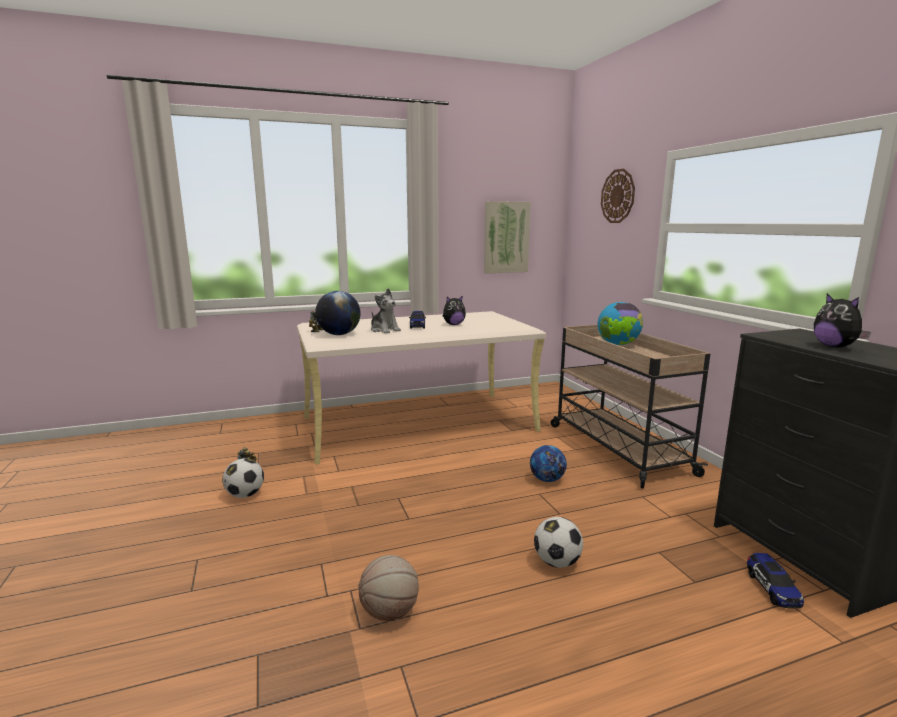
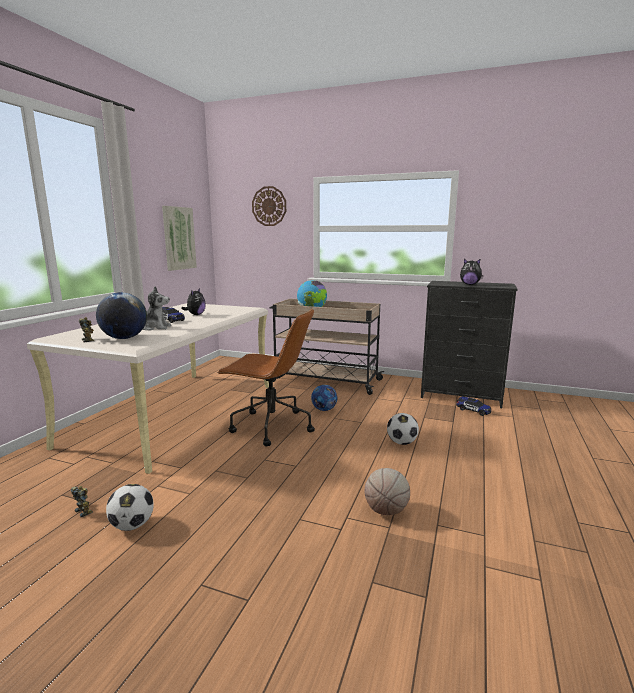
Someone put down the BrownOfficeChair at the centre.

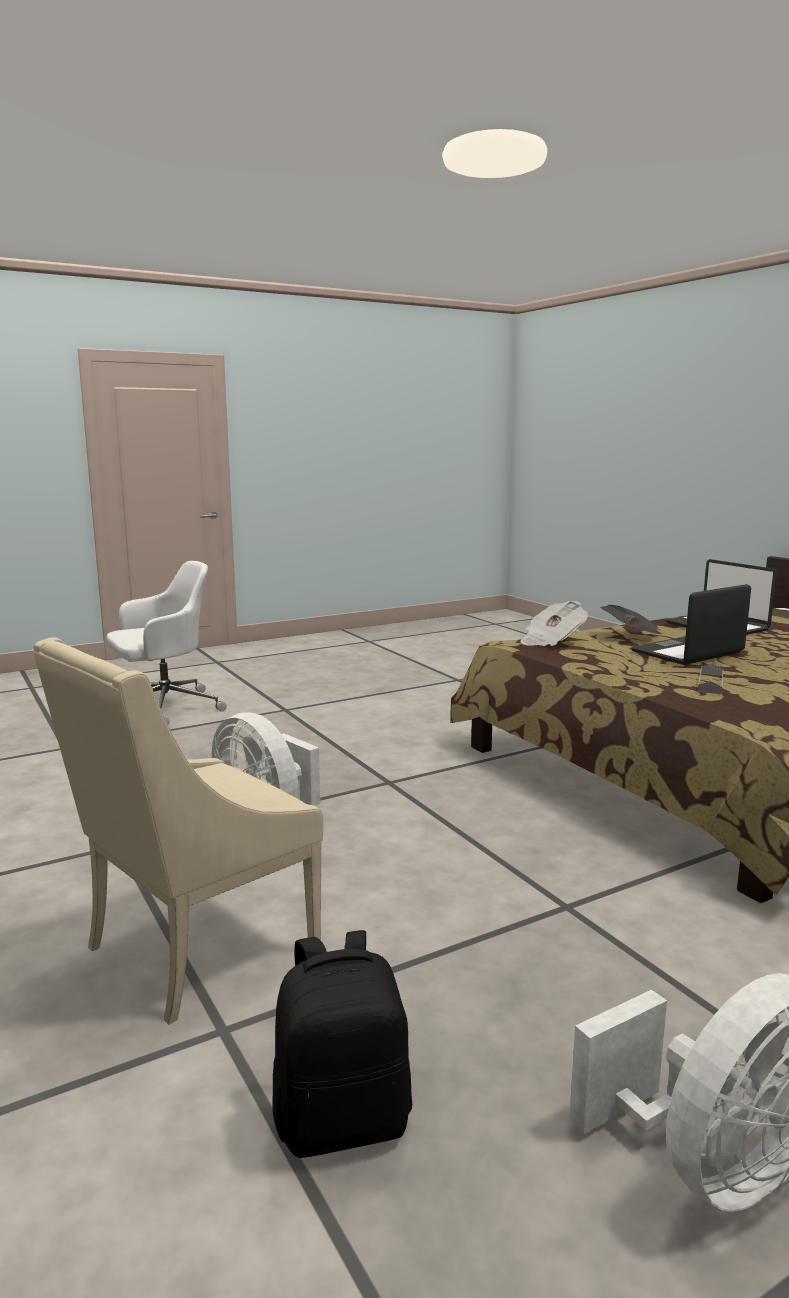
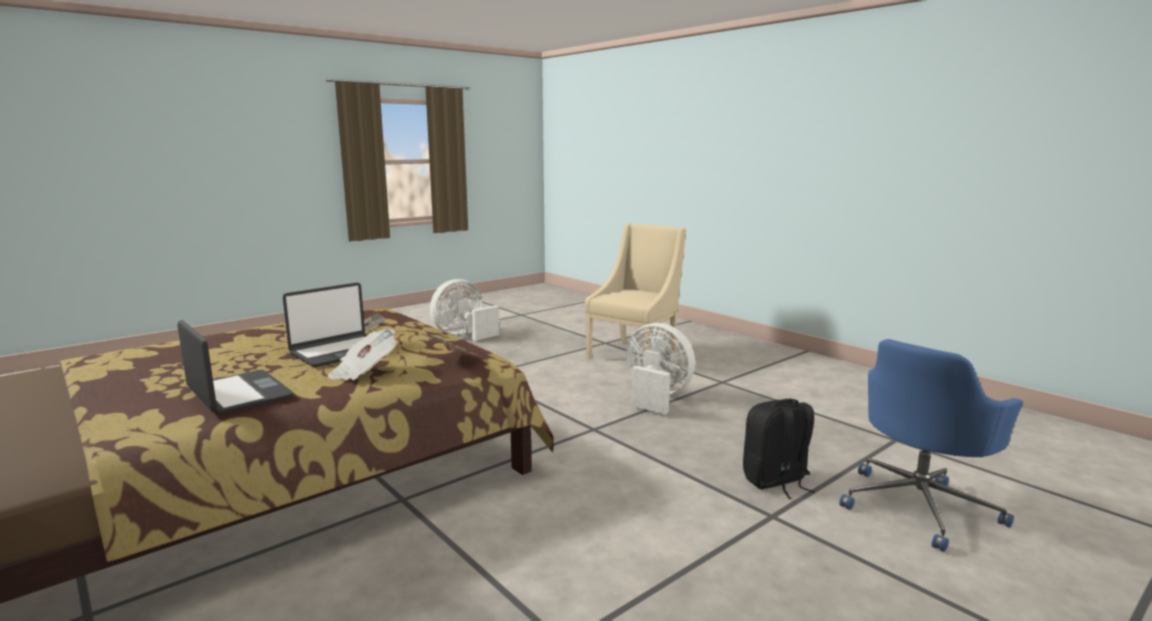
Someone carried the BlackBackpack from the bottom centre to the bottom right.
Someone repainted the WhiteOfficeChair at the middle left, which became the BlueOfficeChair at the bottom right.

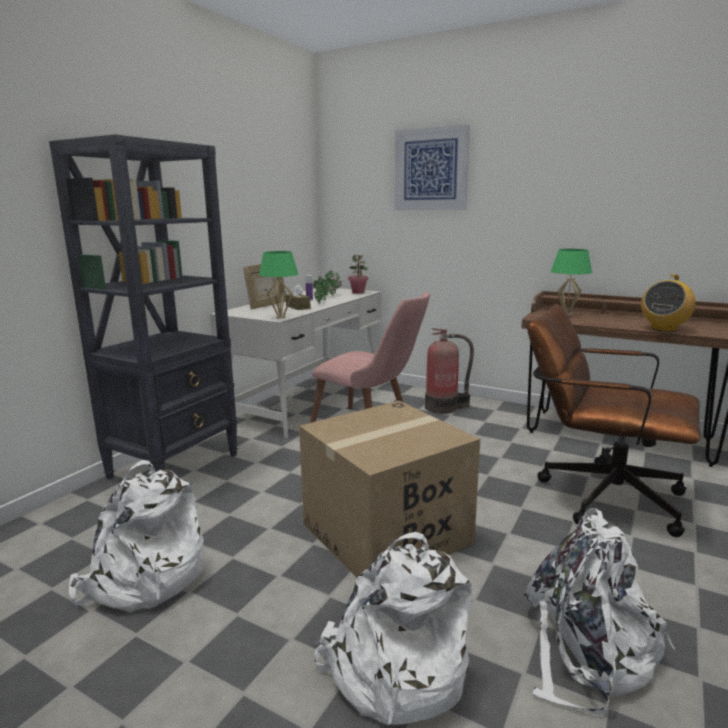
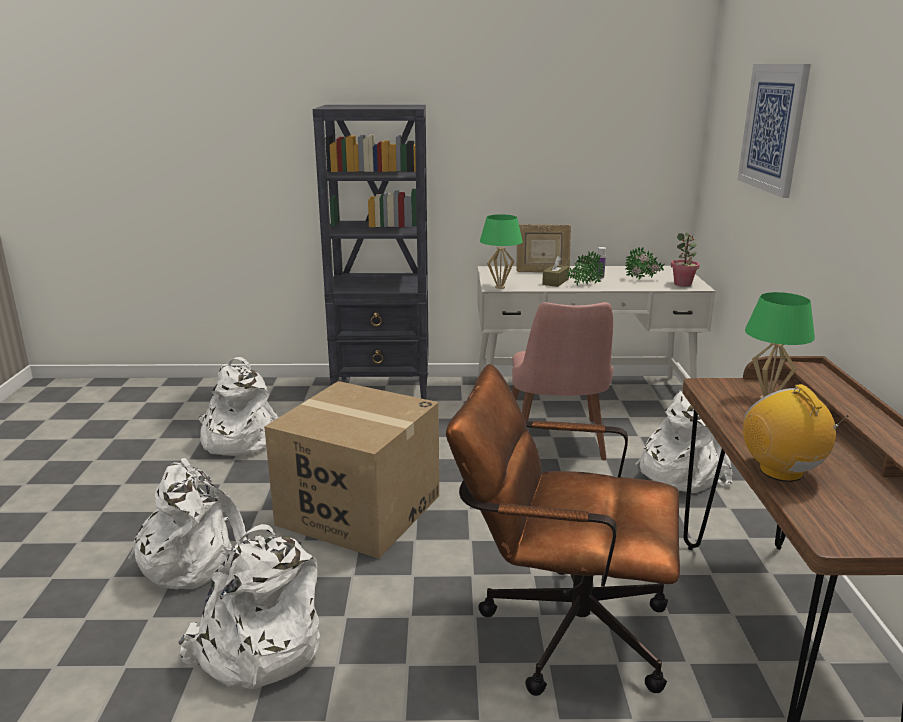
Someone swapped the FireExtinguisher at the centre for the WhiteBackpack (4th from left) at the middle right.
Someone rotated the BrownOfficeChair at the middle right by 75 degrees counterclockwise.
Someone rotated the Radio at the middle right by 60 degrees clockwise.

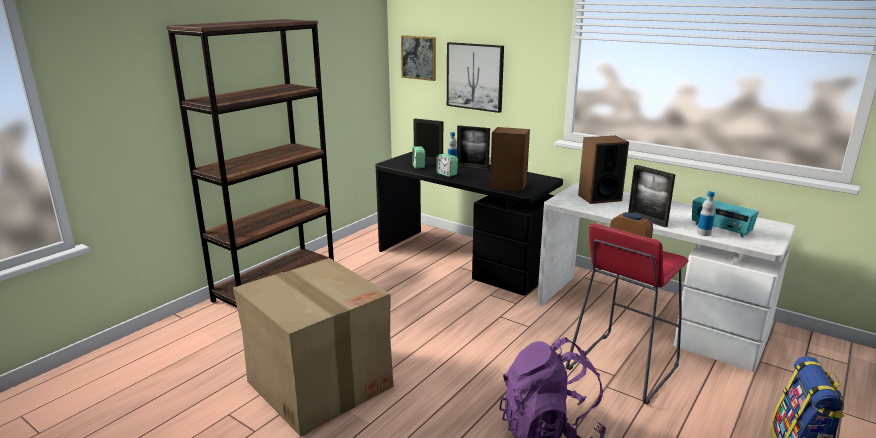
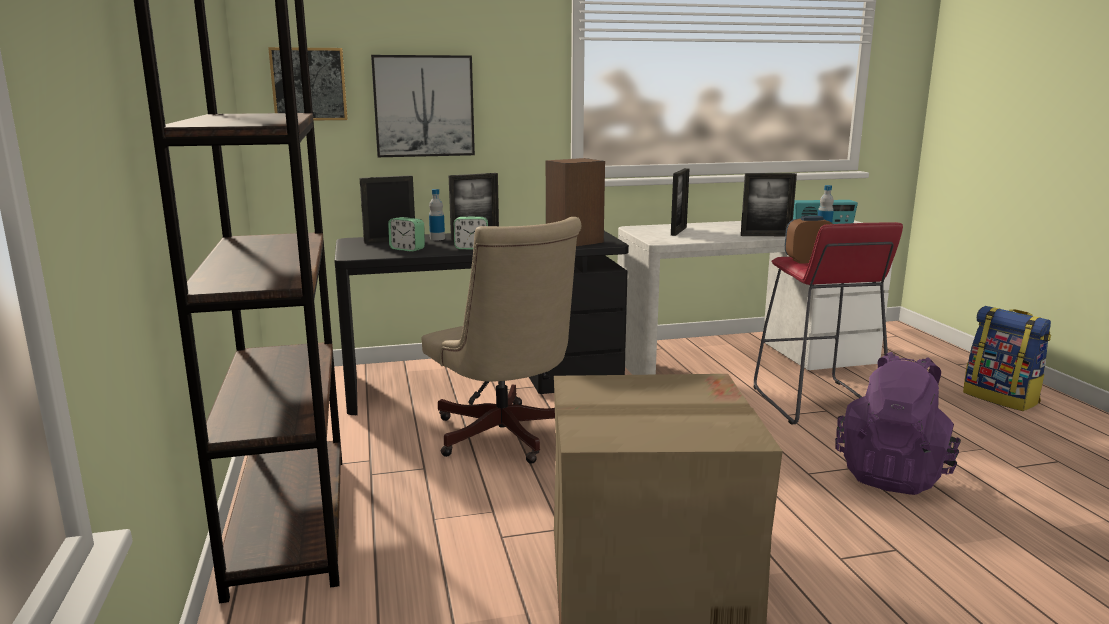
Someone put down the BeigeOfficeChair at the centre.
Someone swapped the Speaker (2nd from left) at the middle right for the PictureFrame (3rd from left) at the top centre.

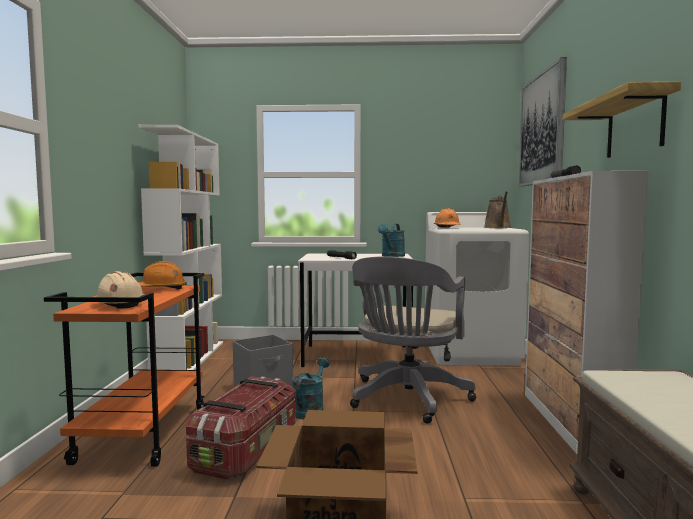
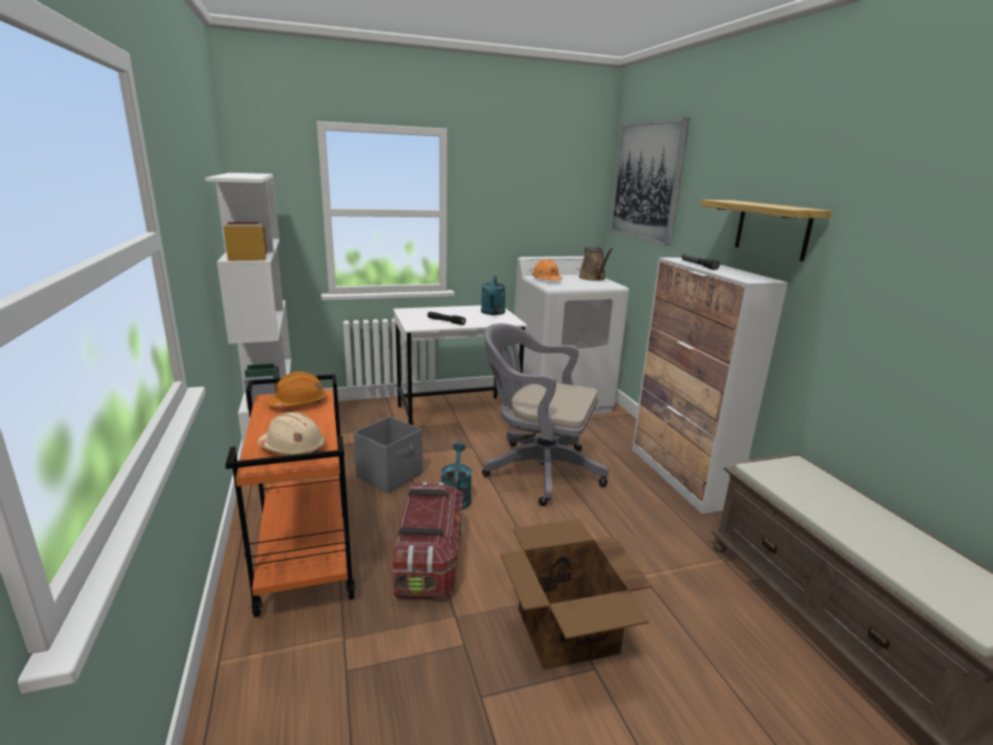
Someone rotated the GreyOfficeChair at the centre by 105 degrees clockwise.

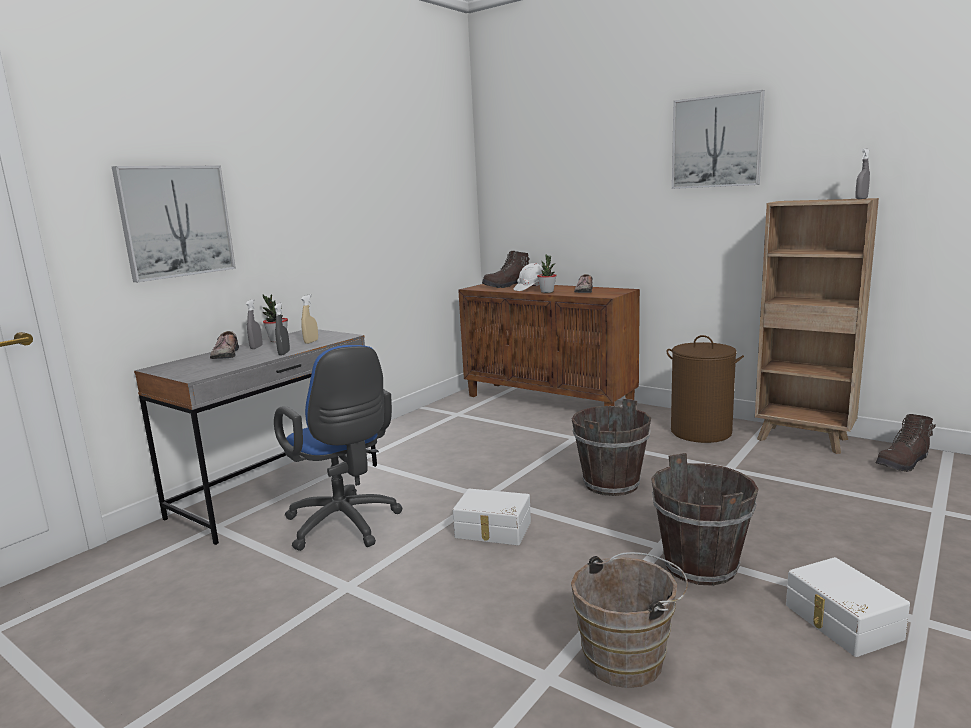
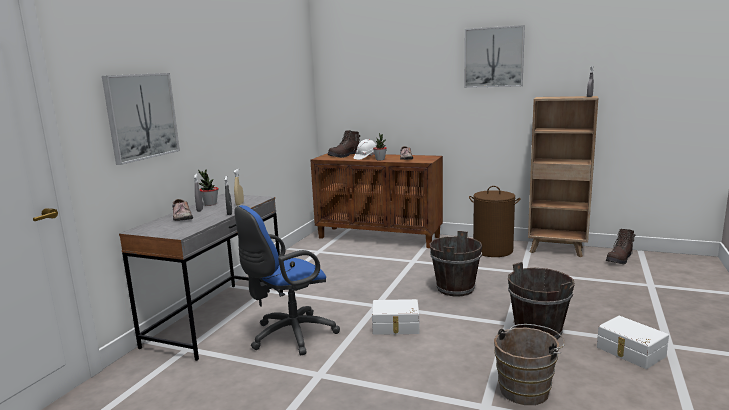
Someone rotated the BlueOfficeChair at the centre by 105 degrees clockwise.

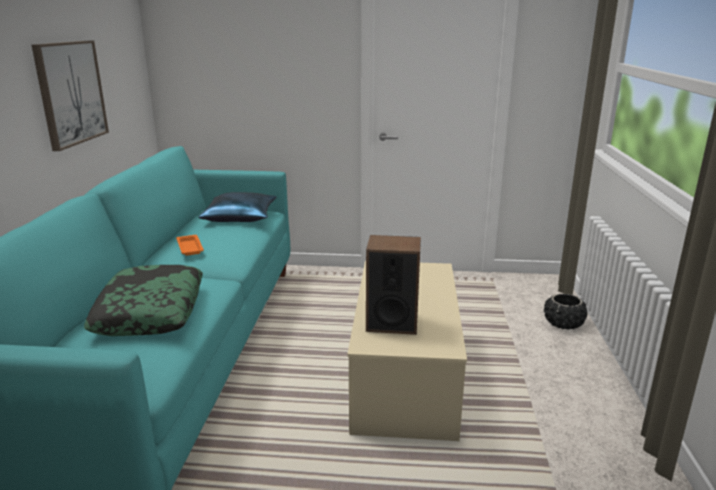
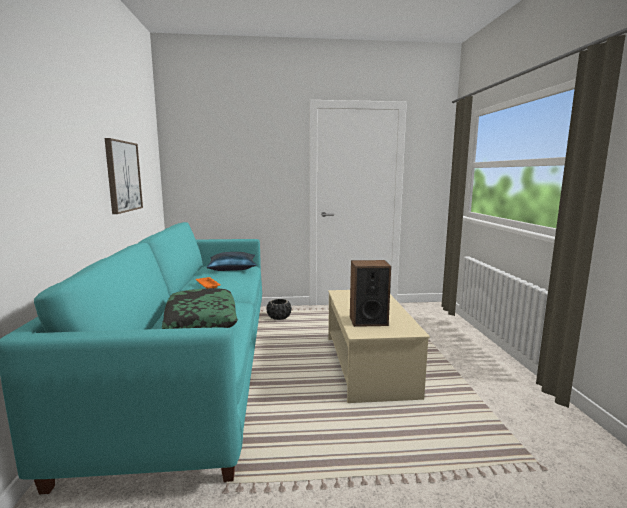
Someone carried the BlackPlanter from the middle right to the centre.

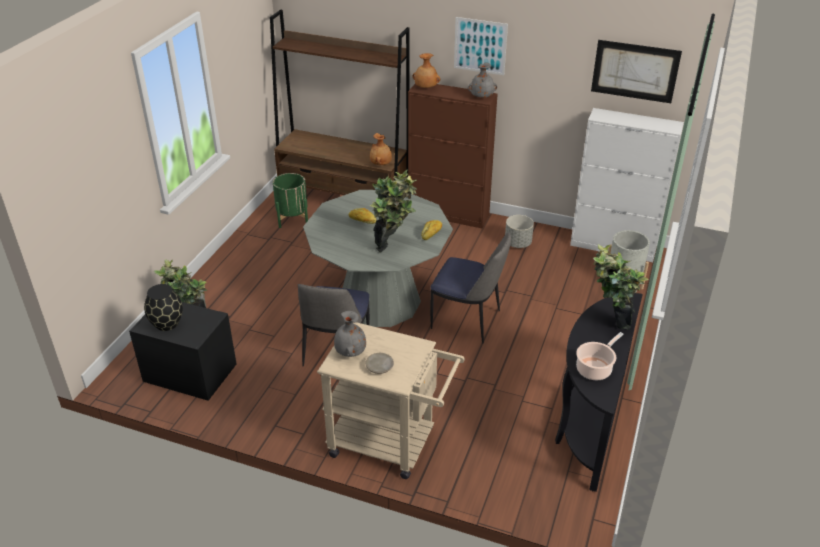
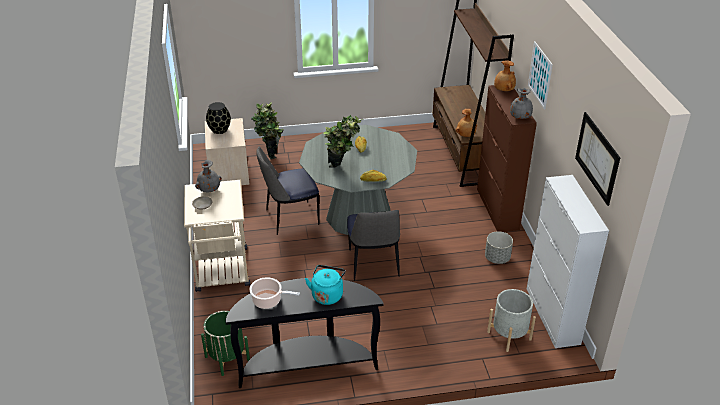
Someone carried the GreenPlanter from the centre to the bottom left.
Someone swapped the PottedPlant (3rd from left) at the middle right for the TurquoiseKettle at the bottom centre.
Someone repainted the BlackNightstand at the middle left, which became the BeigeNightstand at the middle left.

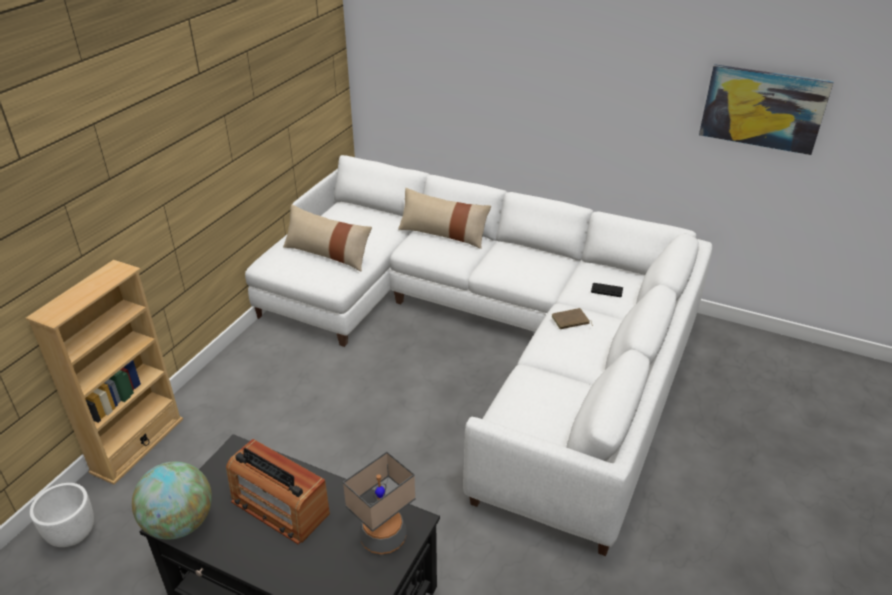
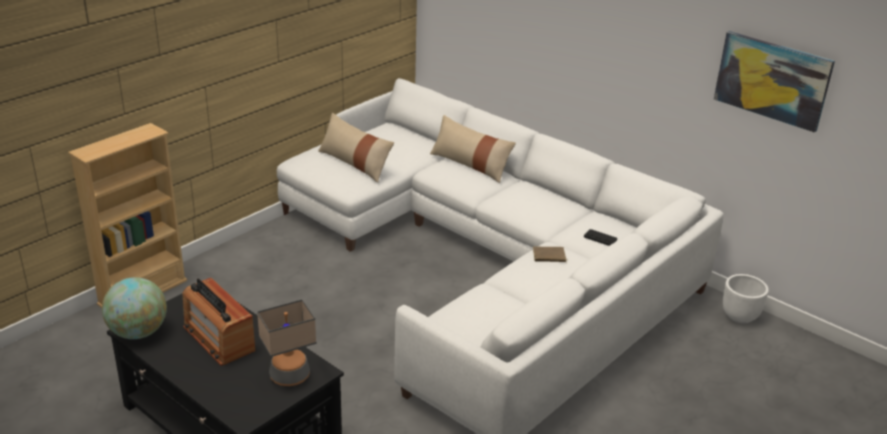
Someone carried the WhitePlanter from the bottom left to the bottom right.

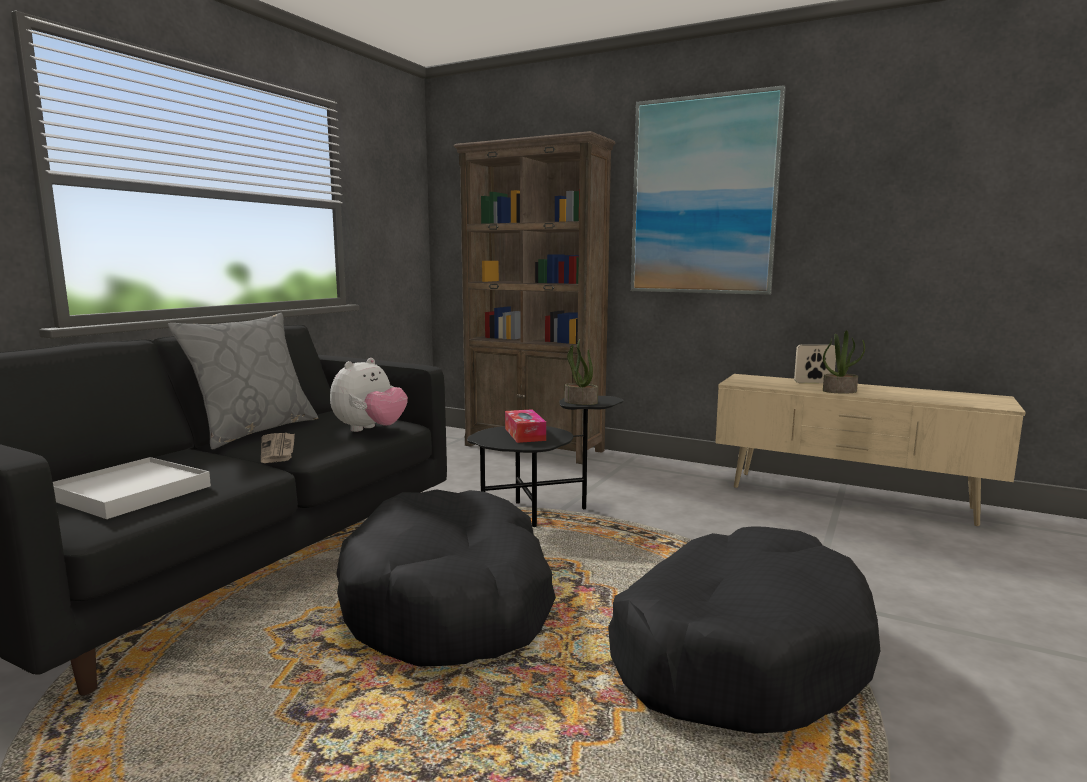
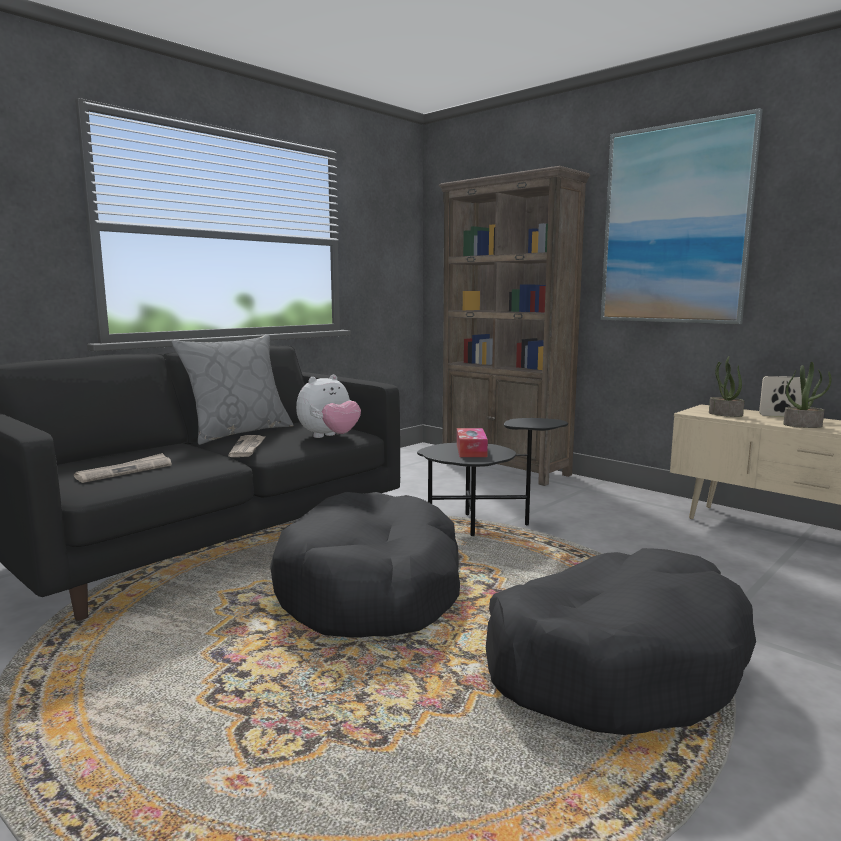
Someone carried the PottedPlant (1st from left) from the centre to the middle right.
Someone swapped the WhiteTray at the middle left for the Newspaper (1st from left) at the middle left.

